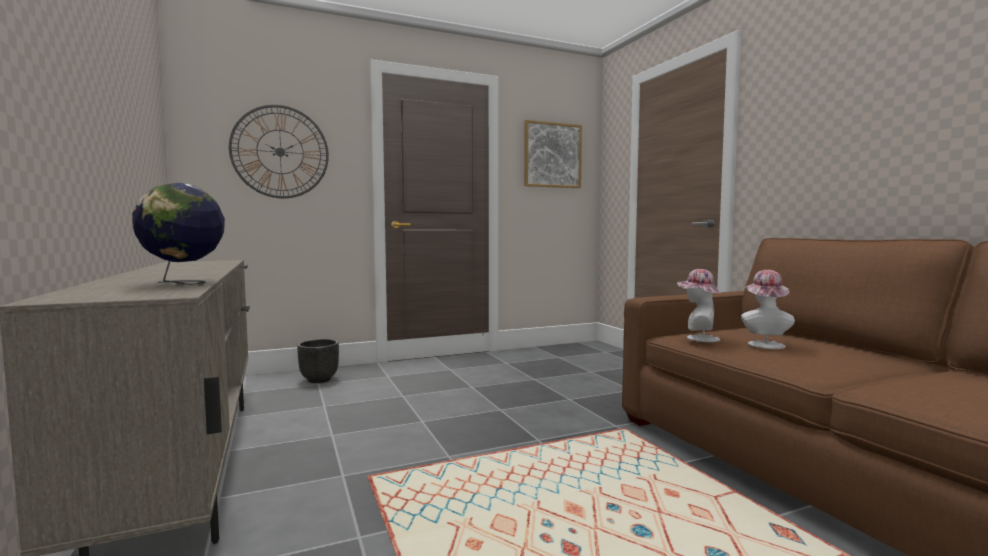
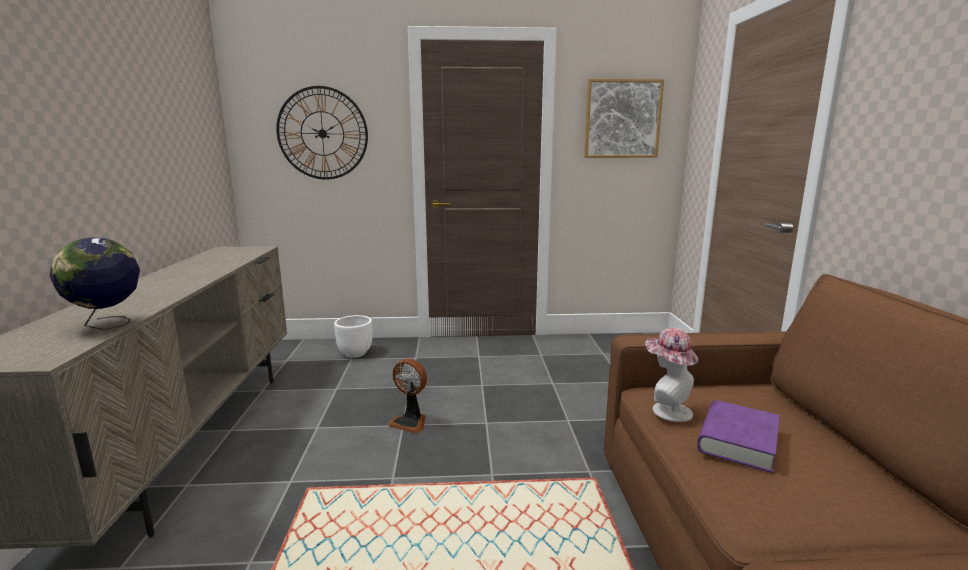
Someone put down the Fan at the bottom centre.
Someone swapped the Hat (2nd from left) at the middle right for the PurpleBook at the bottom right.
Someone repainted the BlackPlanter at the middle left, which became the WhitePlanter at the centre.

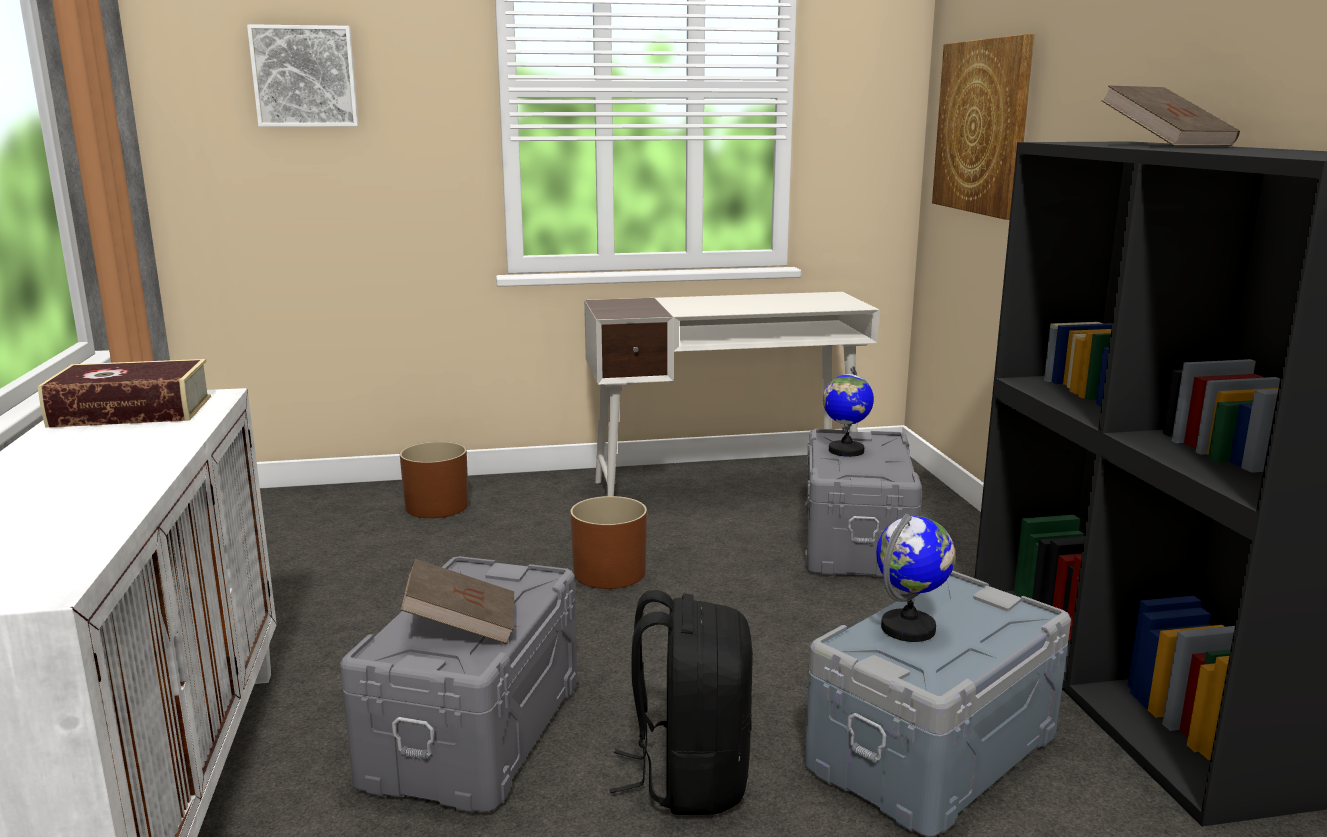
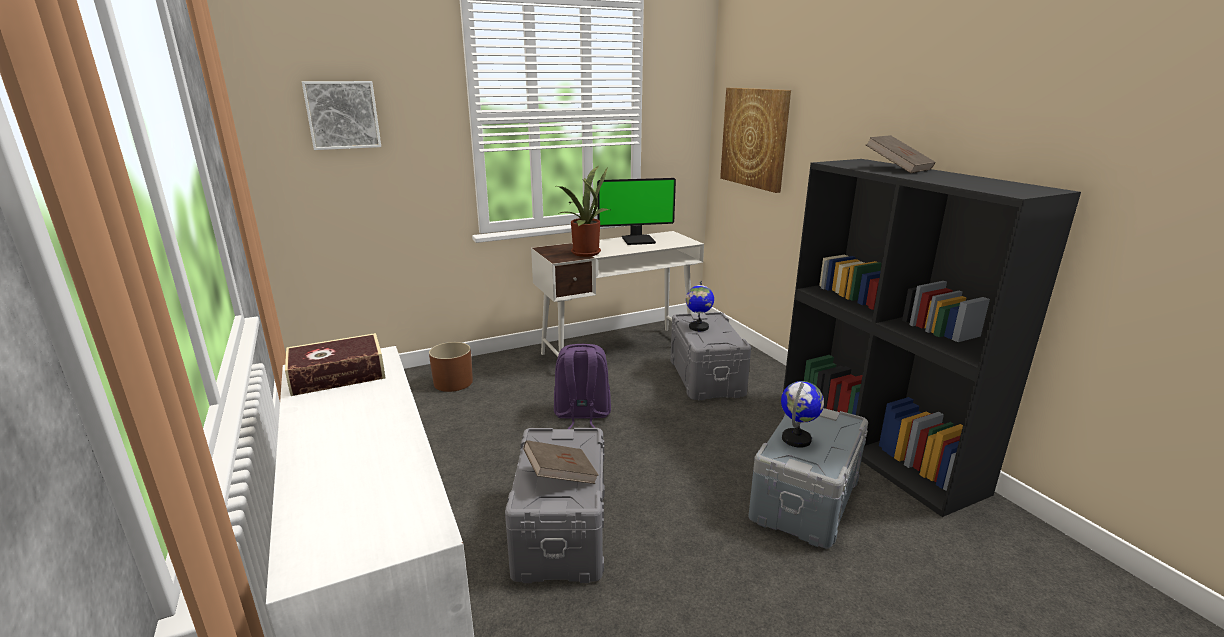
Someone took away the BlackBackpack at the bottom centre.
Someone put down the PottedPlant at the top centre.
Someone put down the Monitor at the top centre.
Someone swapped the BrownPlanter (2nd from left) at the centre for the PurpleBackpack at the centre.

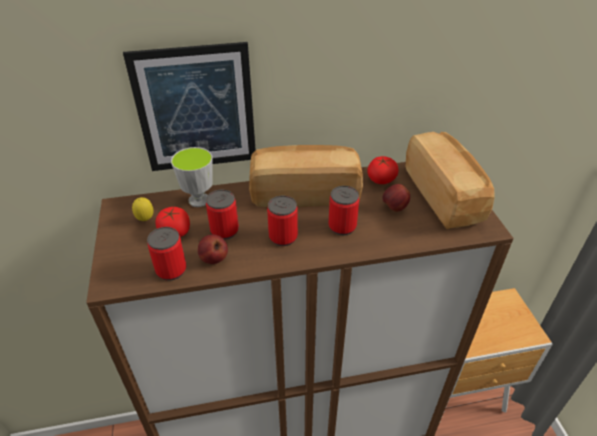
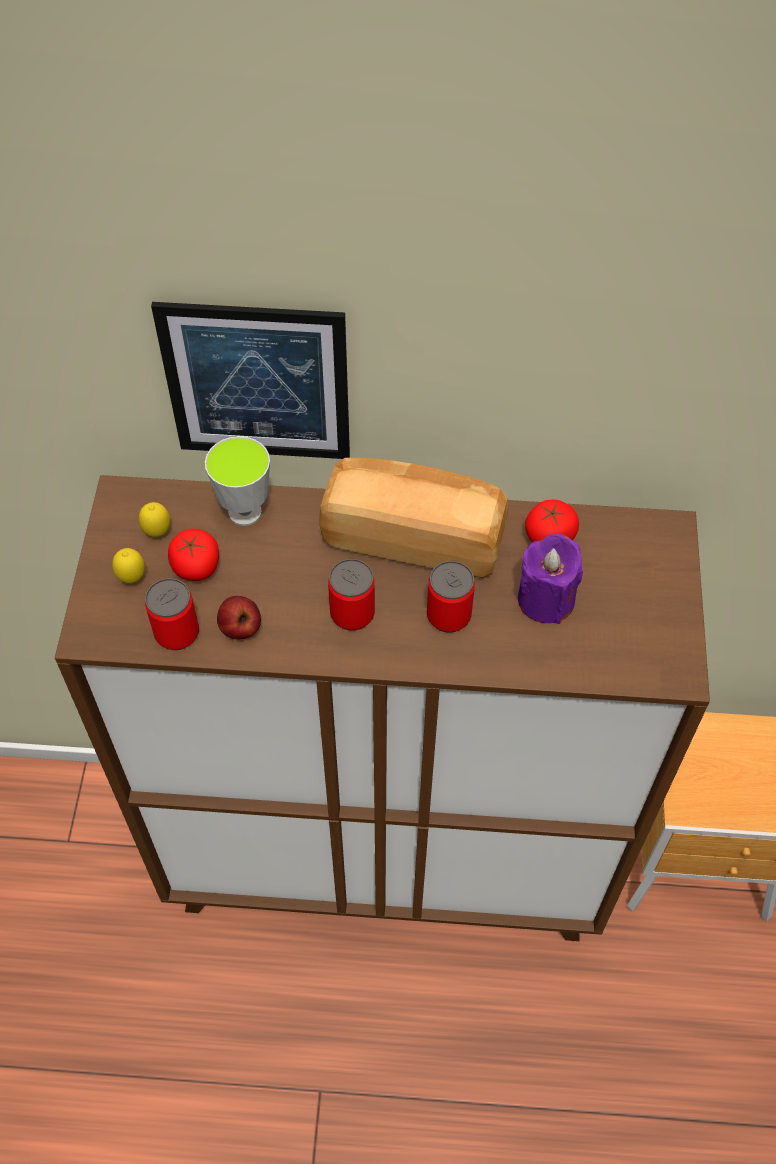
Someone took away the Can (2nd from left) at the centre.
Someone took away the Bread (2nd from left) at the middle right.
Someone put down the Lemon (1st from left) at the middle left.
Someone swapped the Apple (2nd from left) at the centre for the PurpleCandle at the middle right.

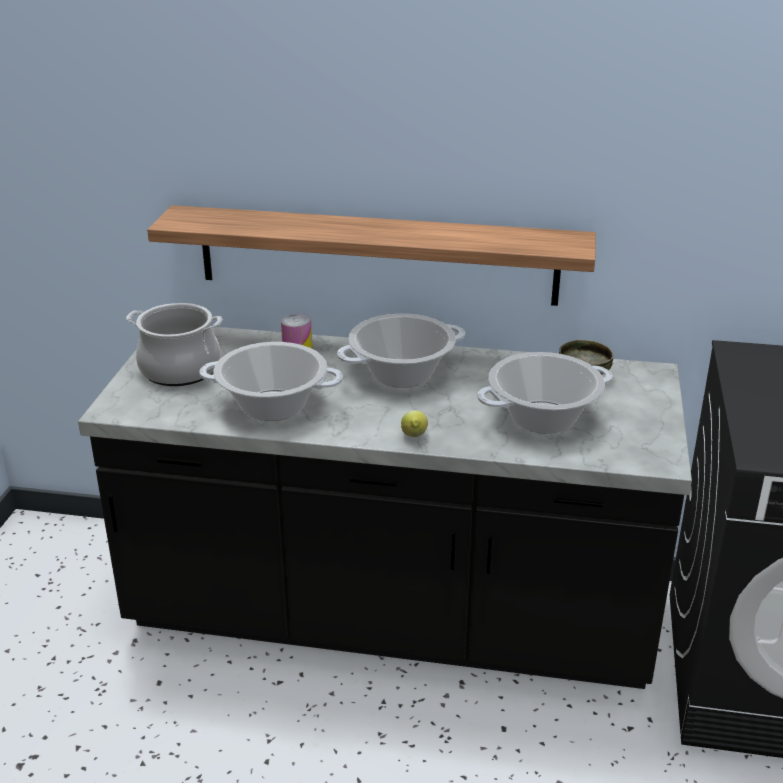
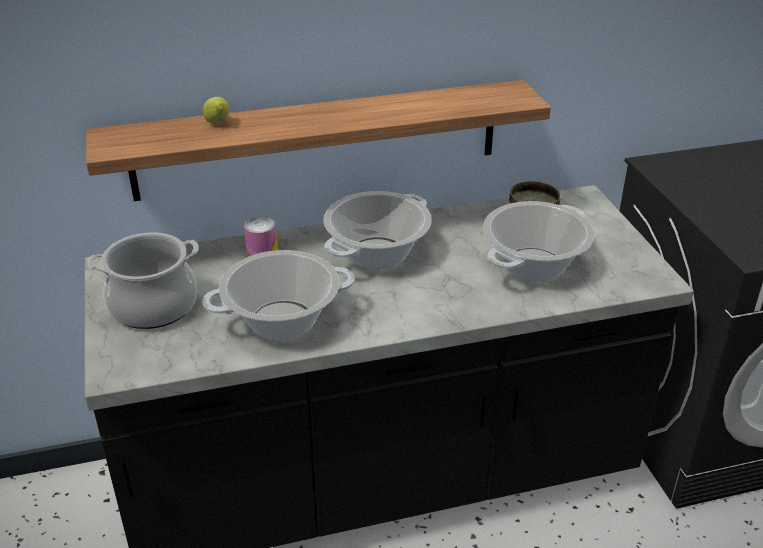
Someone carried the Lemon from the centre to the top left.

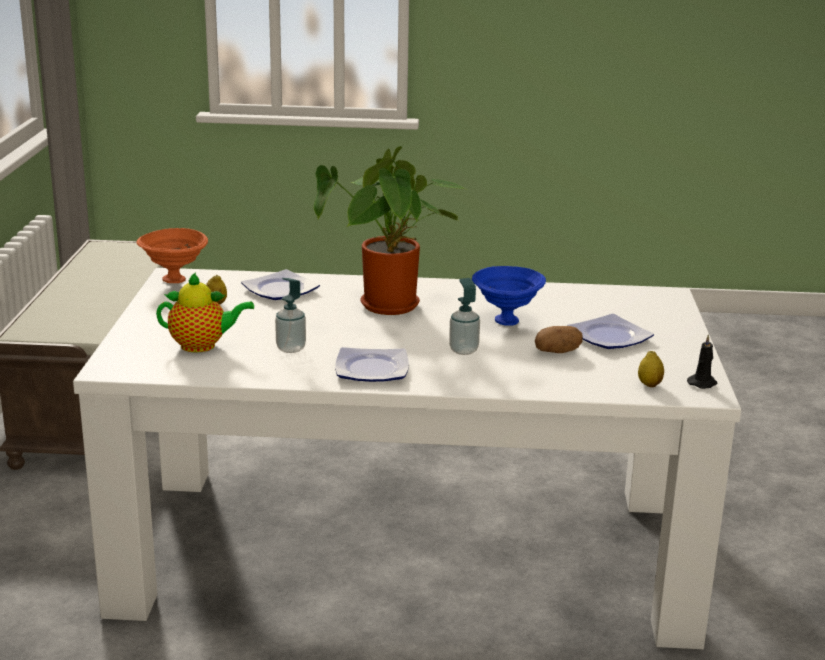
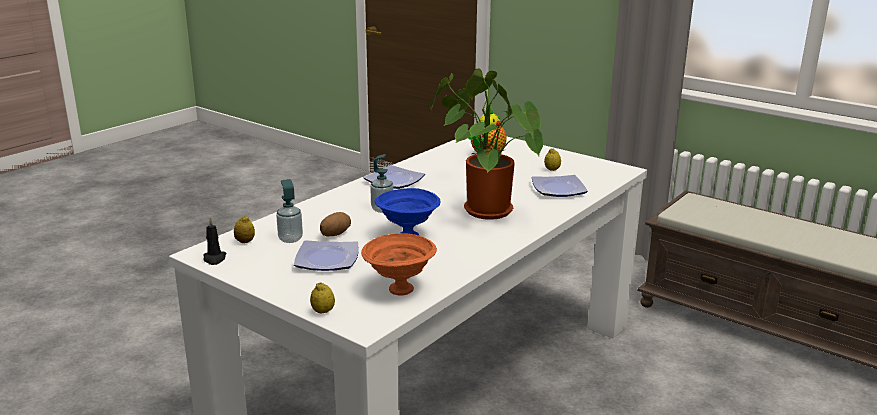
Someone put down the Lemon (2nd from left) at the bottom centre.
Someone carried the OrangeBowl from the middle left to the centre.
Someone carried the SoapDispenser (1st from left) from the centre to the middle left.

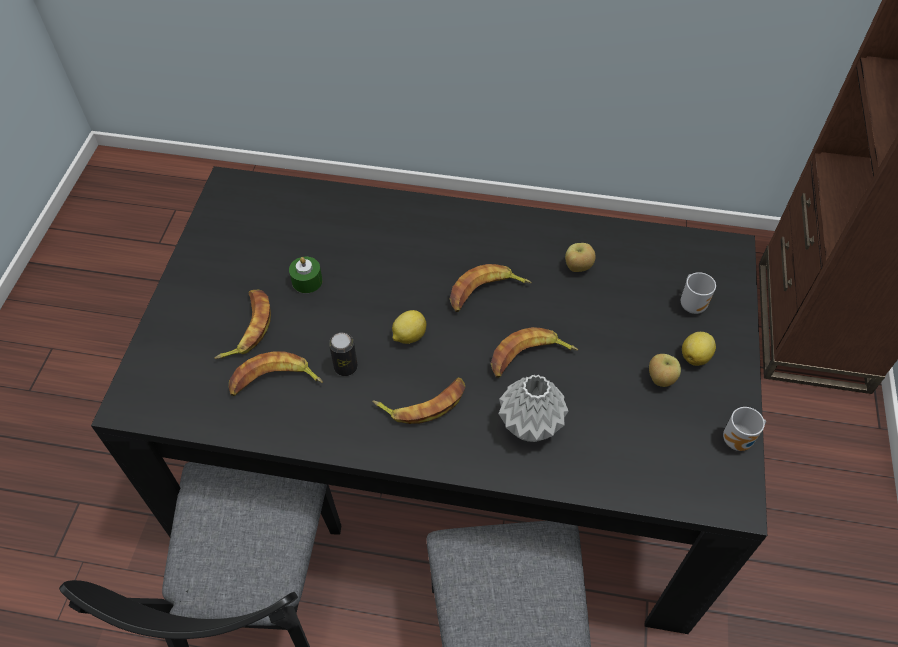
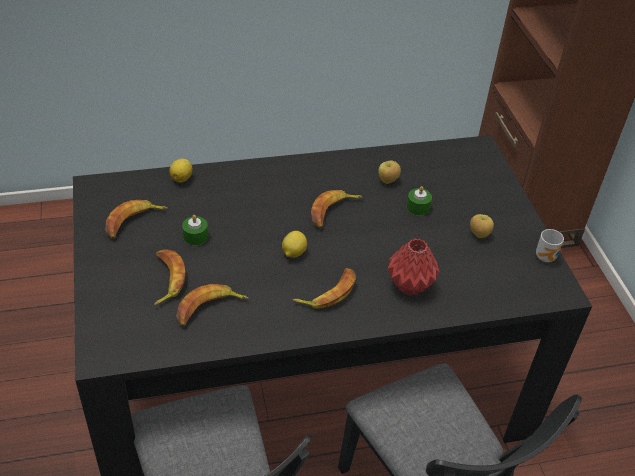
Someone took away the Can at the centre.
Someone took away the Mug (1st from left) at the middle right.
Someone put down the GreenCandle (2nd from left) at the centre.
Someone carried the Banana (5th from left in the first image) from the centre to the middle left.
Someone carried the Lemon (2nd from left in the first image) from the middle right to the middle left.
Someone repainted the GreyVase at the centre, which became the RedVase at the centre.

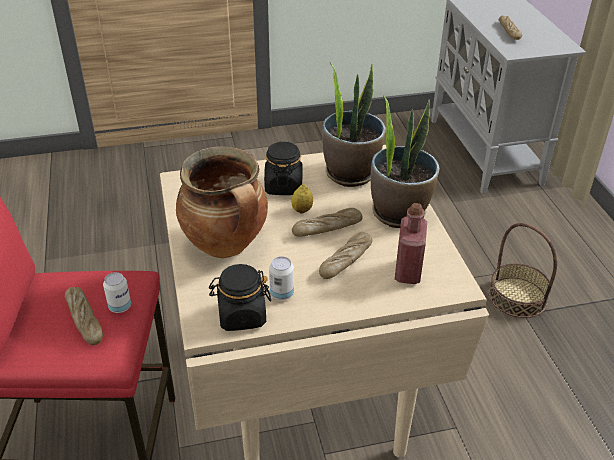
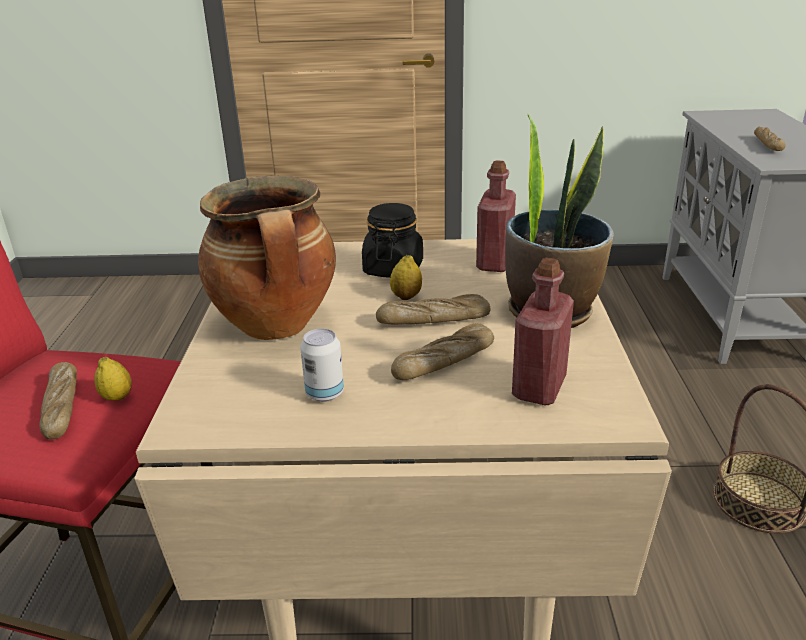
Someone took away the BlackJar (1st from left) at the centre.
Someone swapped the Can (1st from left) at the middle left for the Lemon (1st from left) at the middle left.
Someone swapped the PottedPlant (1st from left) at the top centre for the RedBottle (1st from left) at the centre.

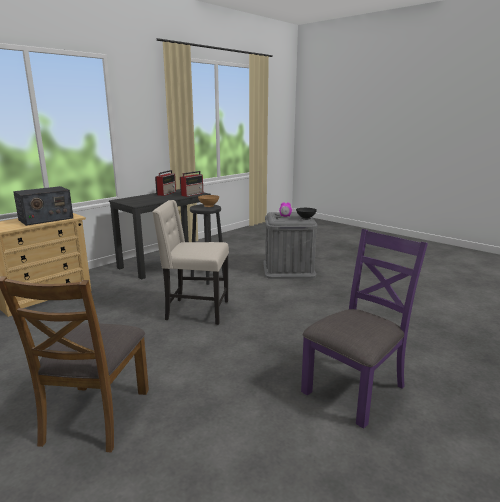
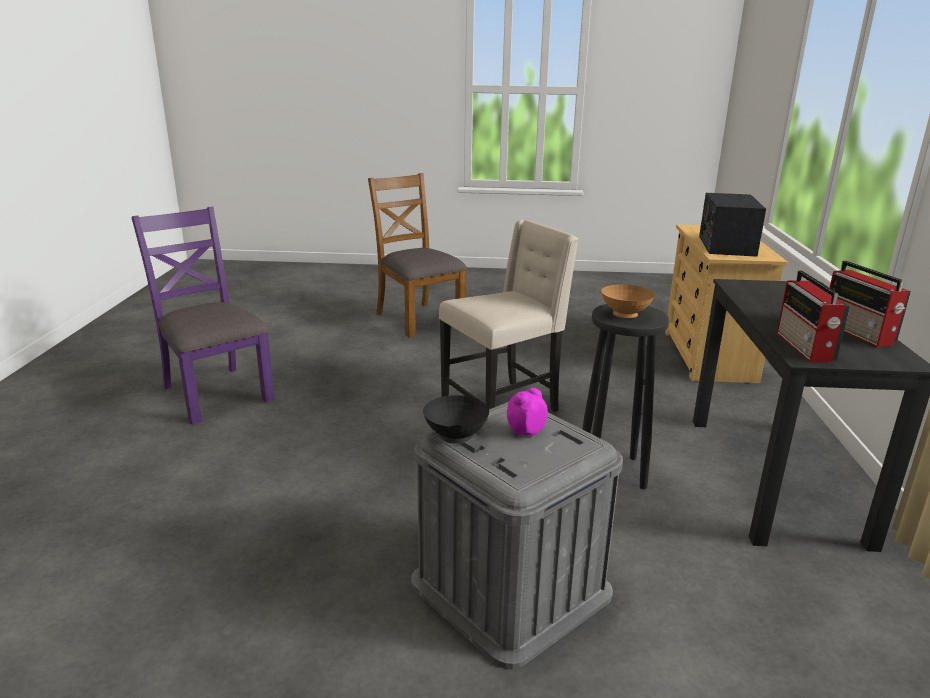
Someone rotated the PurpleChair at the middle right by 135 degrees clockwise.

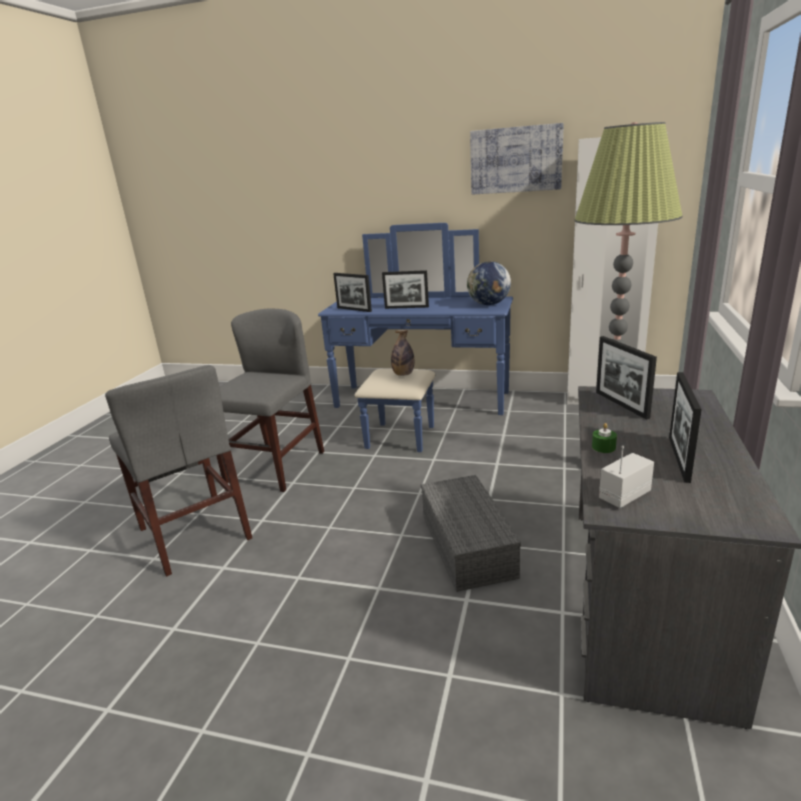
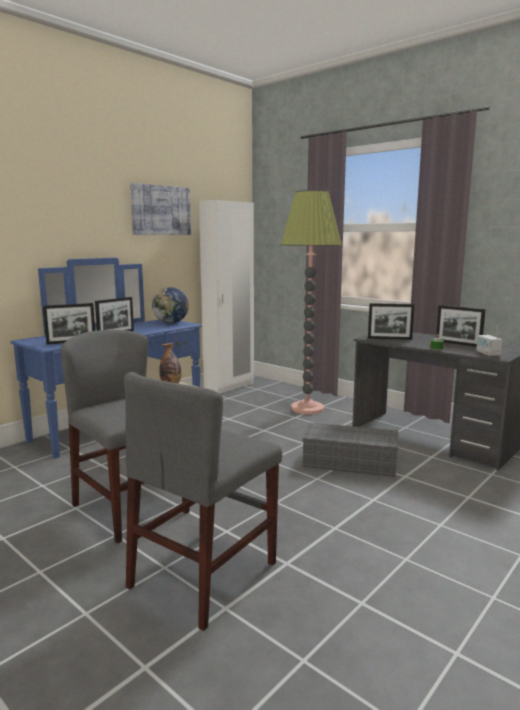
Someone rotated the GreyChair (1st from left in the first image) at the middle left by 135 degrees clockwise.

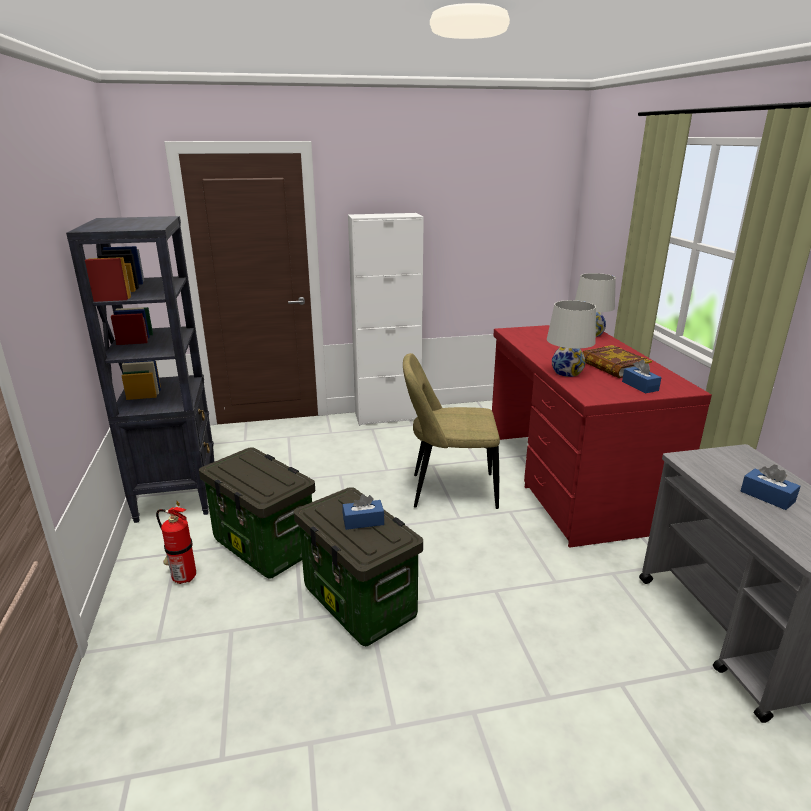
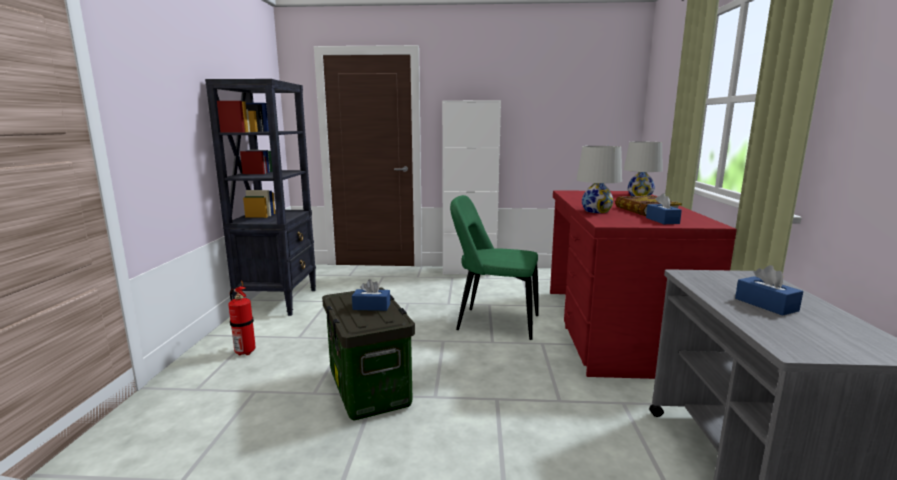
Someone took away the StorageBox (1st from left) at the middle left.
Someone repainted the BeigeChair at the centre, which became the GreenChair at the centre.

